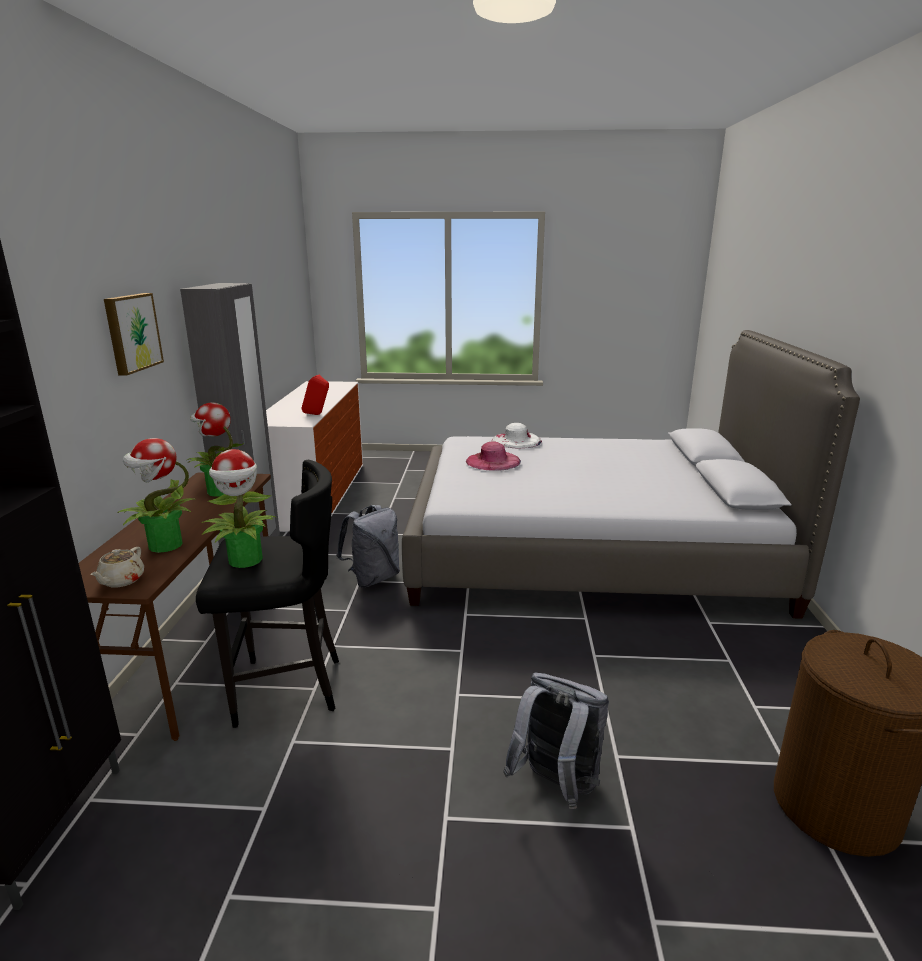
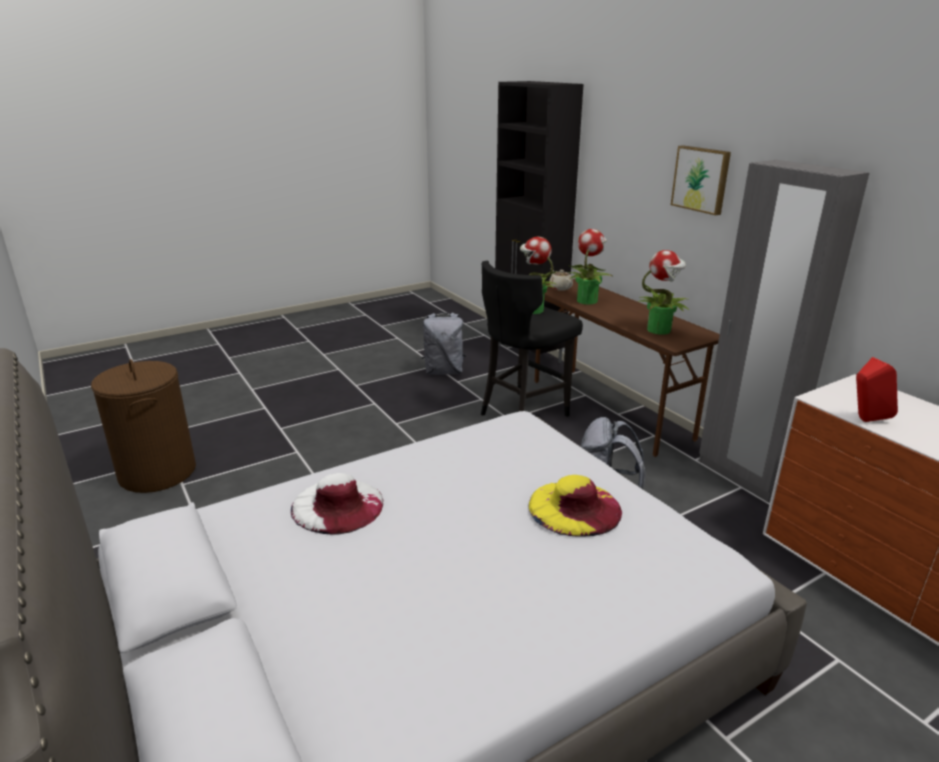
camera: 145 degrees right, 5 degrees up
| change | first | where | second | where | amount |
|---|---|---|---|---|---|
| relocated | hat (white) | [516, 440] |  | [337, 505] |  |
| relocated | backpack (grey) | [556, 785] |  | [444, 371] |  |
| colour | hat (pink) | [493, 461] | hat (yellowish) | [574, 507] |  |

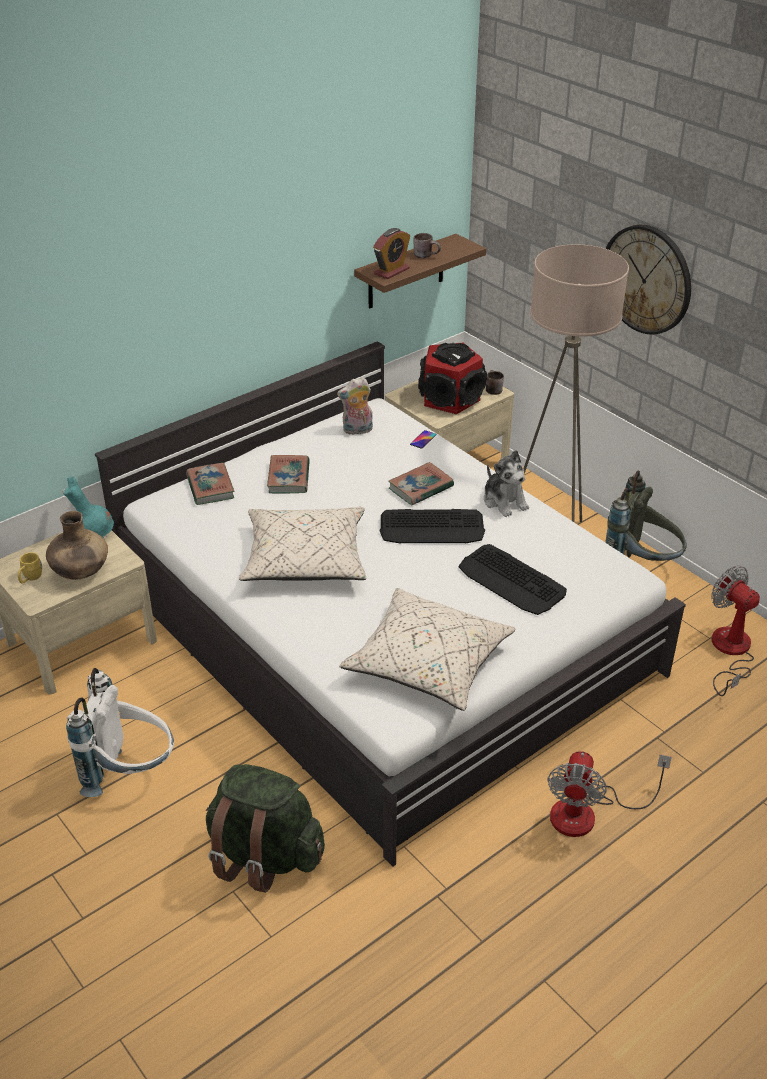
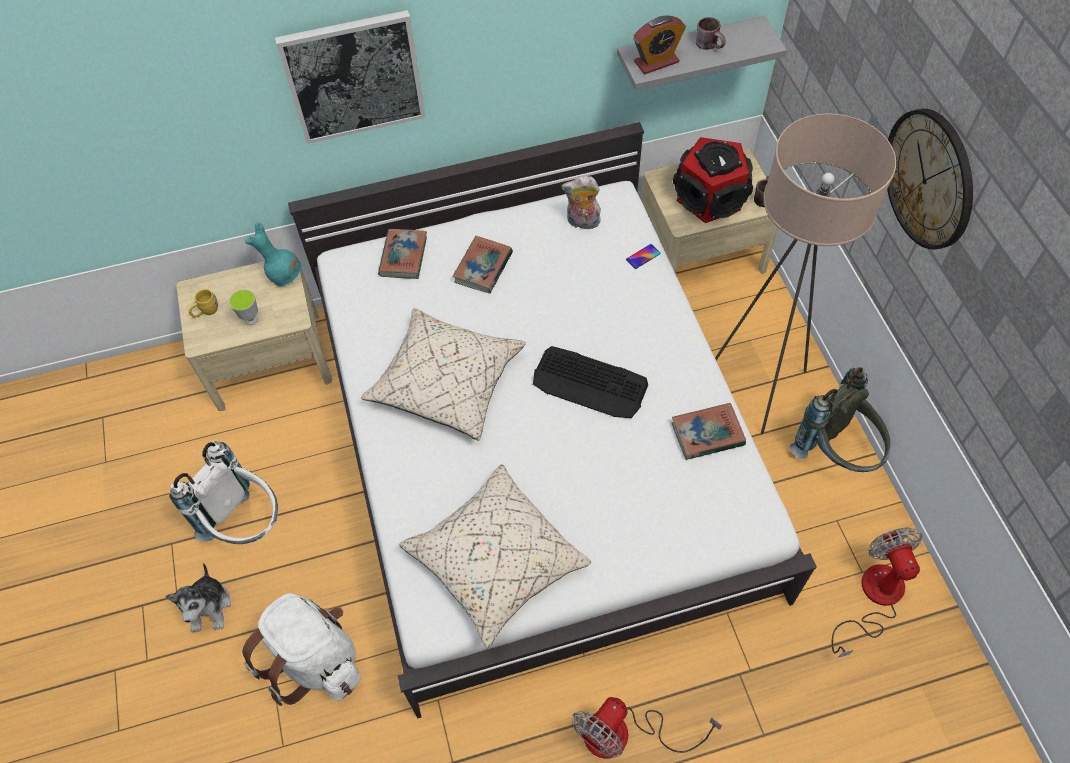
camera: 25 degrees right, 20 degrees up
| change | first | where | second | where | amount |
|---|---|---|---|---|---|
| missing | PC keyboard | [511, 581] |  |  |  |
| appeared |  |  | picture | [354, 76] |  |
| relocated | volume | [420, 487] |  | [707, 434] |  |
| relocated | soft toy | [504, 501] |  | [209, 607] |  |
| exchanged | decorative vase (brown-coloured) | [81, 572] | small cup | [251, 319] |  |
| colour | backpack (green) | [264, 856] | backpack (white) | [315, 659] |  |
| colour | bracket shelf (brown-coloured) | [406, 272] | bracket shelf (grey) | [688, 53] |  |

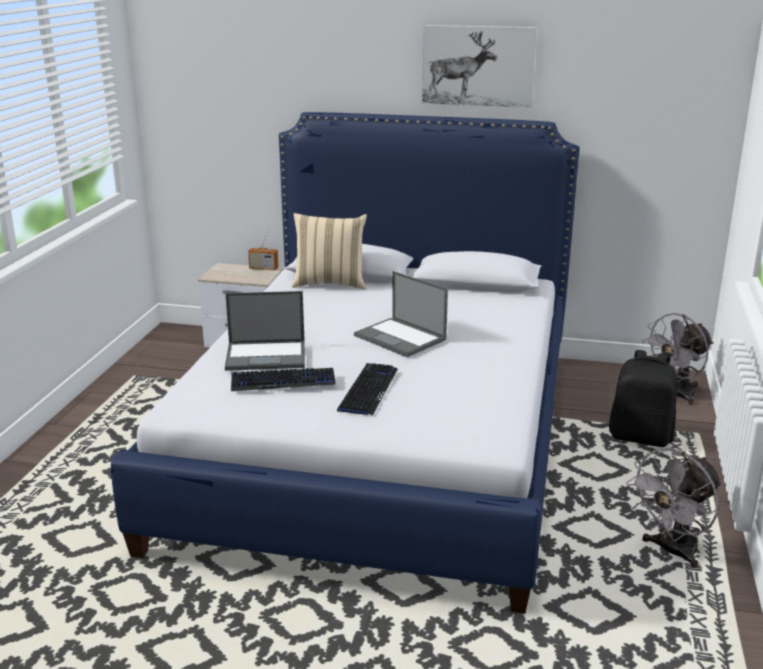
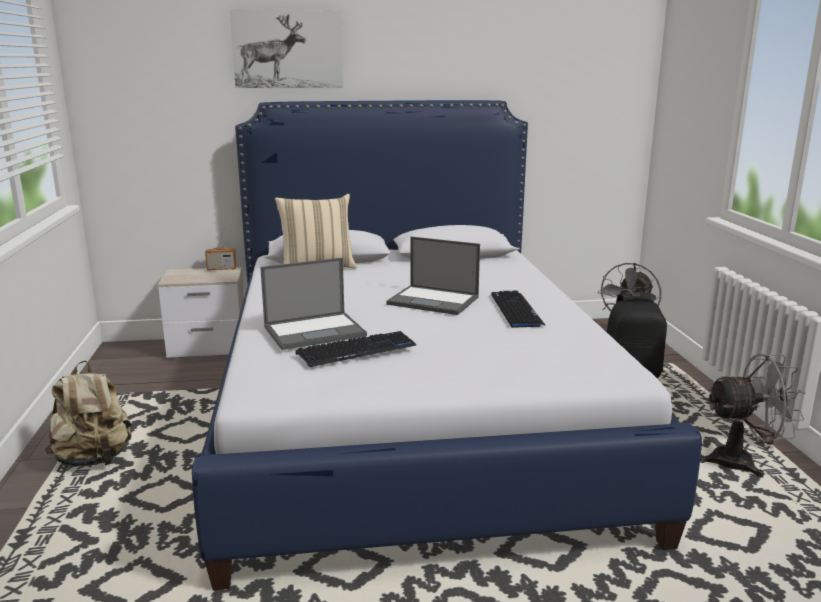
camera: 20 degrees left, 5 degrees down
| change | first | where | second | where | amount |
|---|---|---|---|---|---|
| appeared |  |  | backpack (beige) | [94, 459] |  |
| relocated | PC keyboard | [368, 390] |  | [516, 310] |  |
| relocated | picture | [478, 65] |  | [288, 49] |  |
| spun | electric fan (grey) | [671, 551] |  | [743, 462] | 120 degrees counterclockwise |

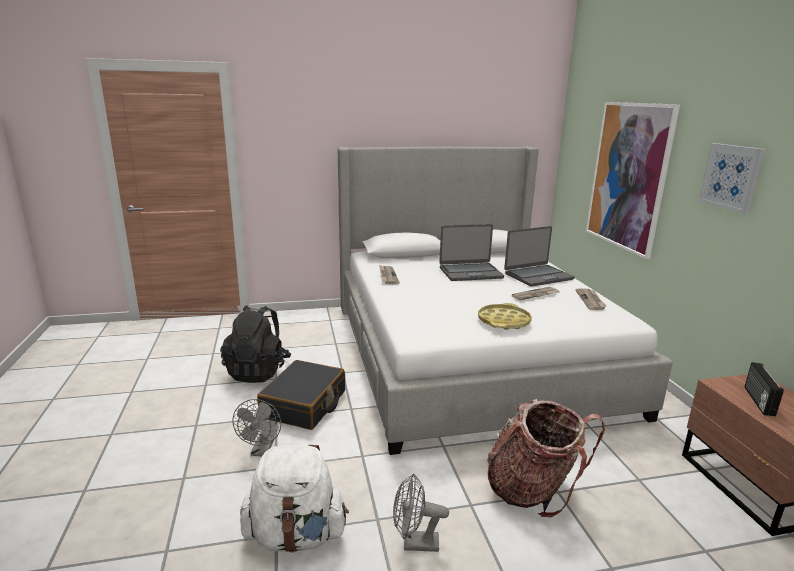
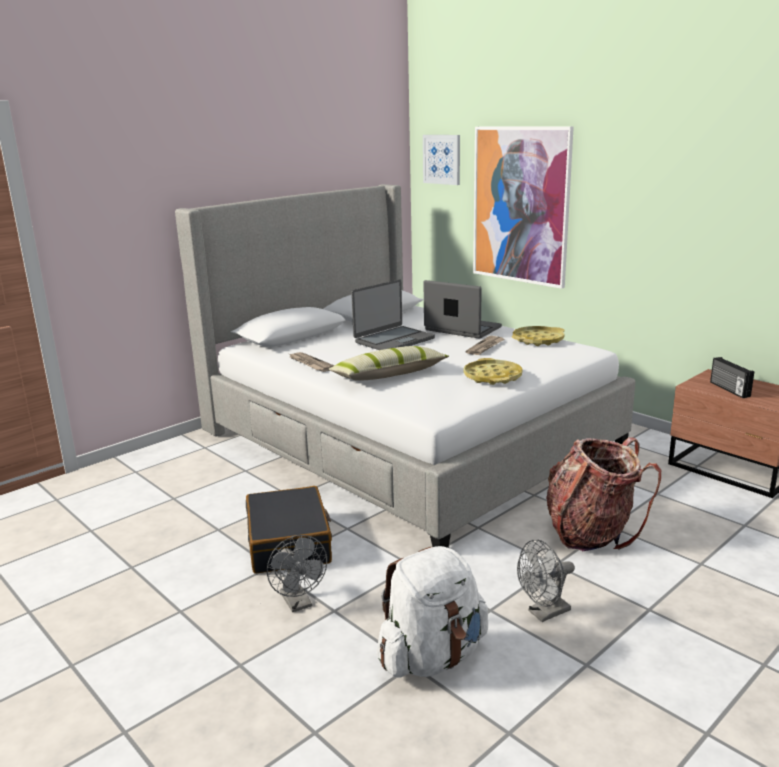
camera: 30 degrees left, 0 degrees up
| change | first | where | second | where | amount |
|---|---|---|---|---|---|
| missing | backpack (black) | [258, 371] |  |  |  |
| appeared |  |  | pillow | [388, 375] |  |
| relocated | picture | [731, 177] |  | [442, 159] |  |
| exchanged | printed paper | [591, 300] | tray (yellowish) | [538, 340] |  |
| spun | portable computer | [538, 276] |  | [462, 329] | 90 degrees counterclockwise |

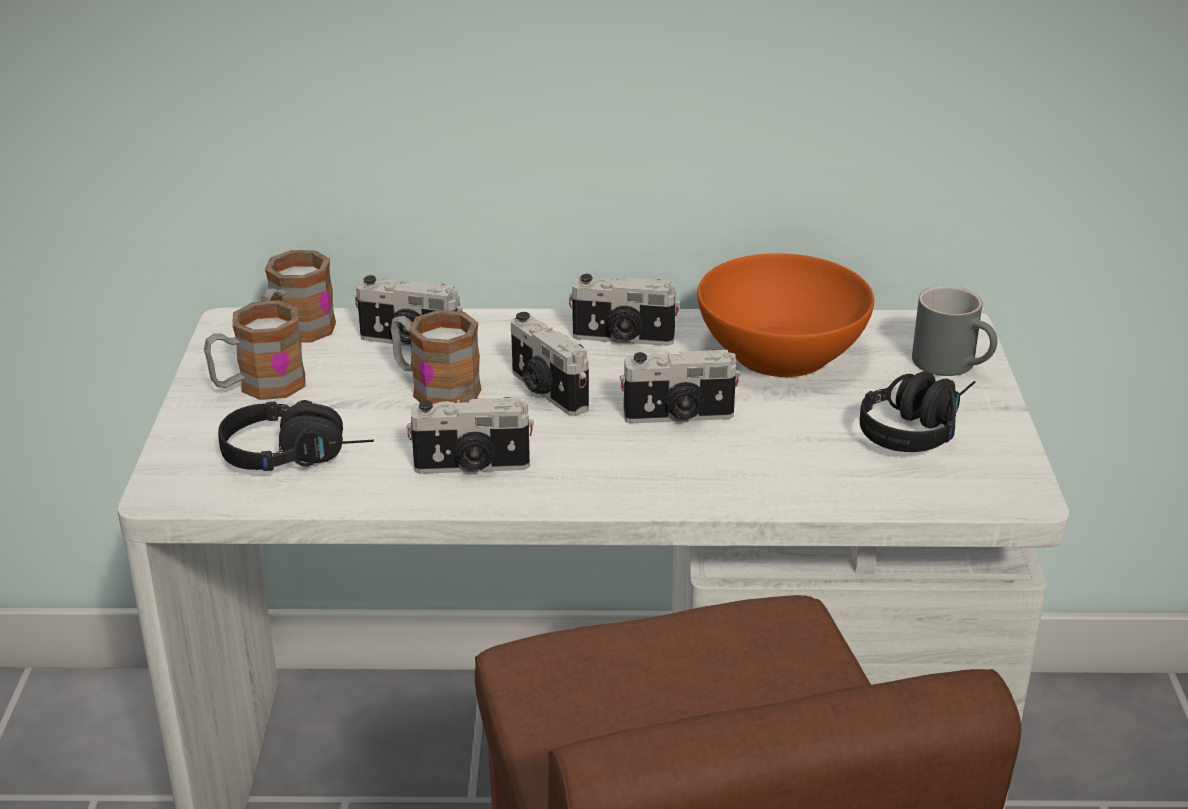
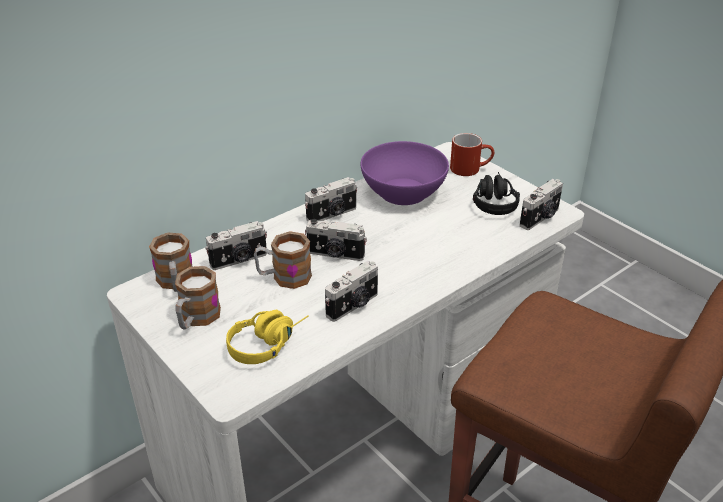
camera: 40 degrees left, 5 degrees up
| change | first | where | second | where | amount |
|---|---|---|---|---|---|
| relocated | still camera | [679, 417] |  | [540, 218] |  |
| colour | headset (black) | [299, 456] | headset (yellowish) | [268, 342] |  |
| colour | serving bowl (orange) | [780, 353] | serving bowl (purple) | [403, 192] |  |
| colour | coffee mug (grey) | [954, 365] | coffee mug (red-coloured) | [470, 168] |  |

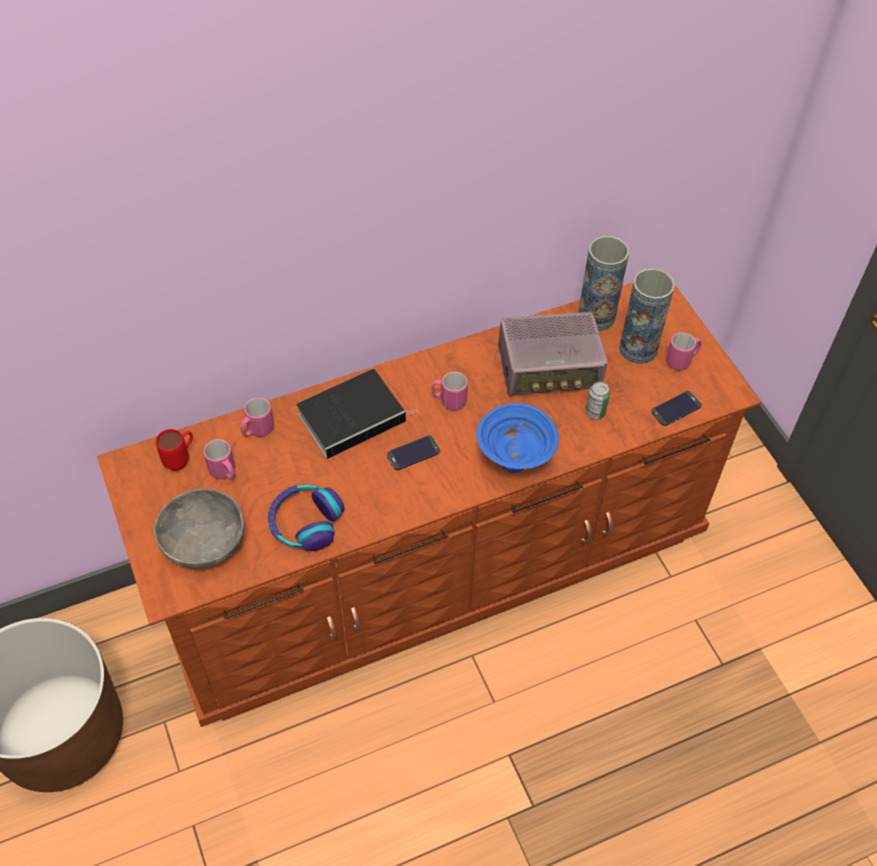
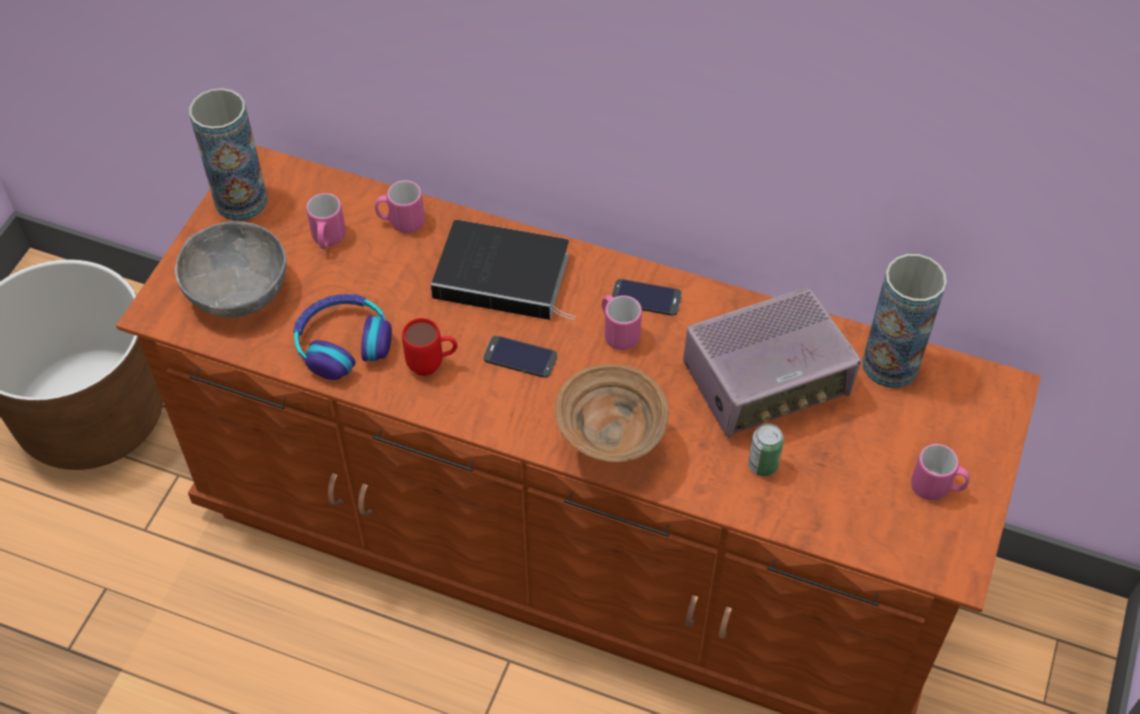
camera: 45 degrees right, 0 degrees up
| change | first | where | second | where | amount |
|---|---|---|---|---|---|
| relocated | coffee mug (red-coloured) | [181, 459] |  | [432, 365] |  |
| relocated | decorative vase | [638, 349] |  | [241, 200] |  |
| relocated | telephone | [676, 409] |  | [646, 298] |  |
| colour | serving bowl (blue) | [515, 463] | serving bowl (brown-coloured) | [611, 448] |  |
| spun | radio receiver | [550, 368] |  | [767, 381] | 60 degrees counterclockwise |

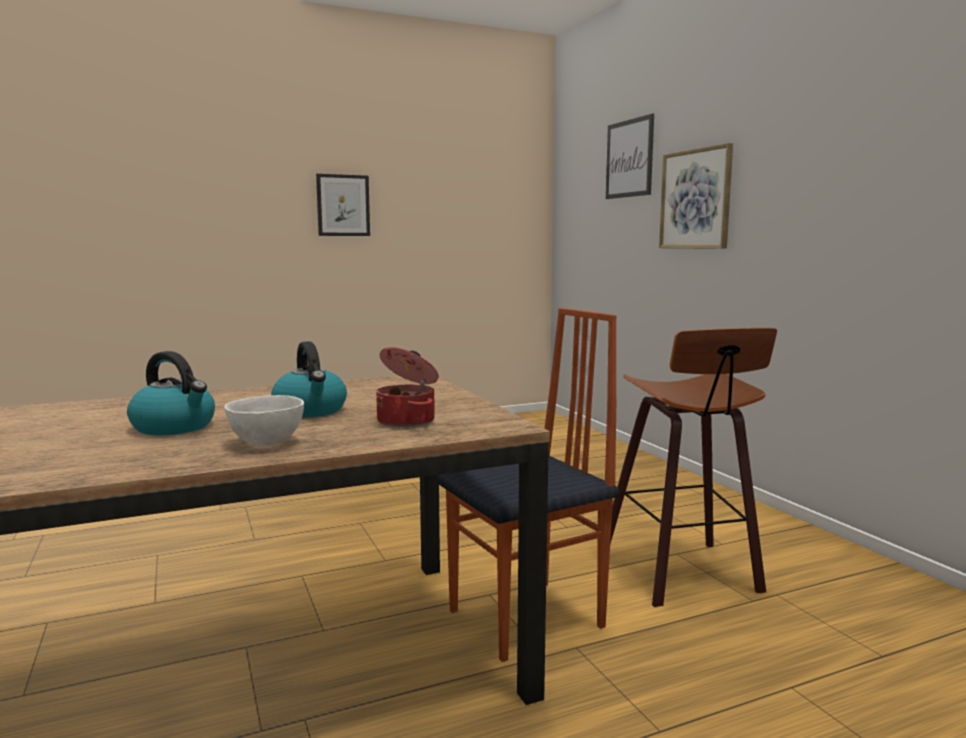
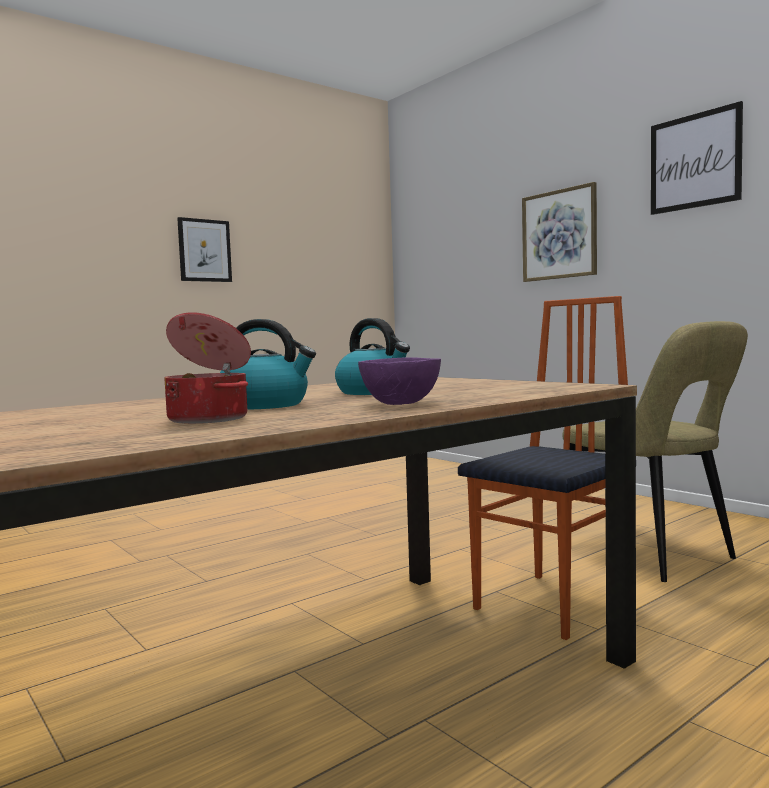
camera: 15 degrees left, 5 degrees down
| change | first | where | second | where | amount |
|---|---|---|---|---|---|
| relocated | stockpot | [407, 421] |  | [210, 419] |  |
| relocated | picture | [629, 158] |  | [694, 161] |  |
| exchanged | stool | [685, 575] | chair (beige) | [650, 554] |  |
| colour | serving bowl (white) | [267, 443] | serving bowl (purple) | [402, 404] |  |

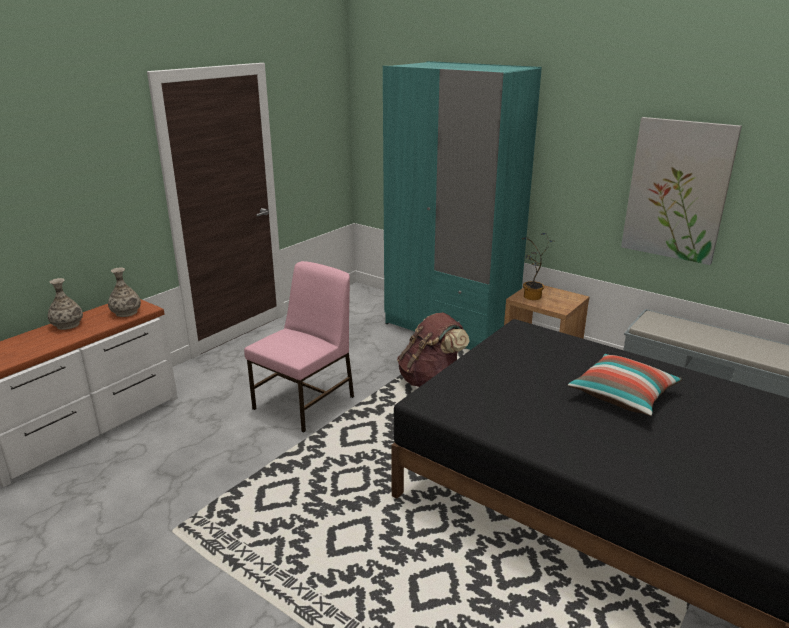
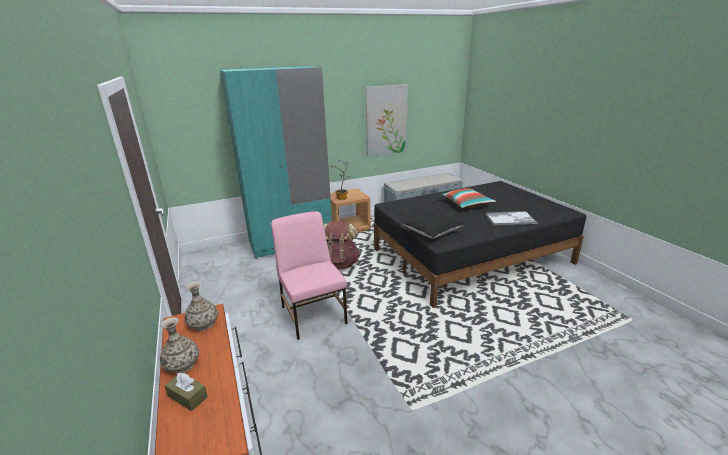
camera: 60 degrees left, 0 degrees up
| change | first | where | second | where | amount |
|---|---|---|---|---|---|
| appeared |  |  | tissue box (brown-coloured) | [188, 397] |  |
| appeared |  |  | pillow (black) | [431, 232] |  |
| appeared |  |  | tray | [510, 219] |  |

